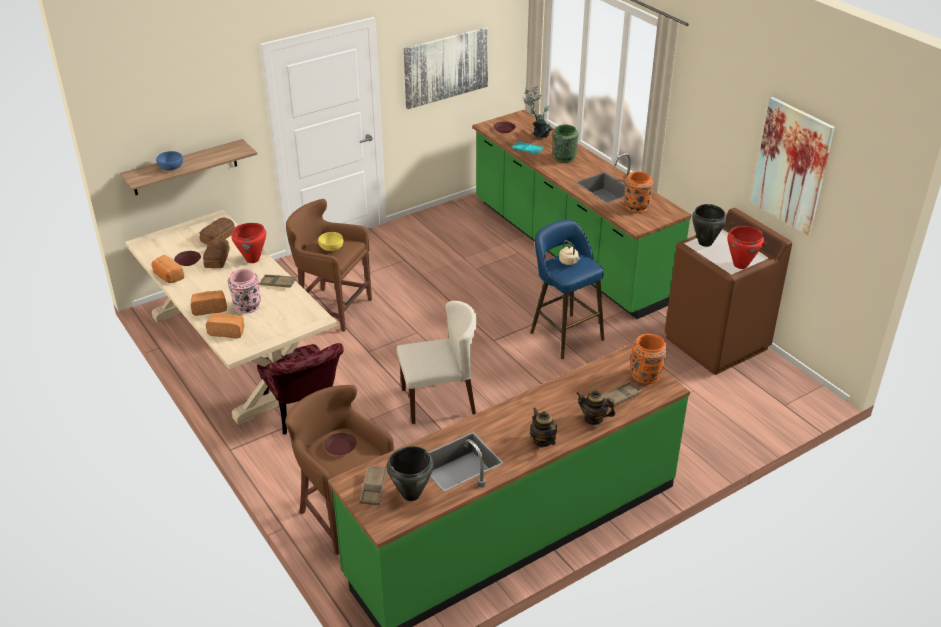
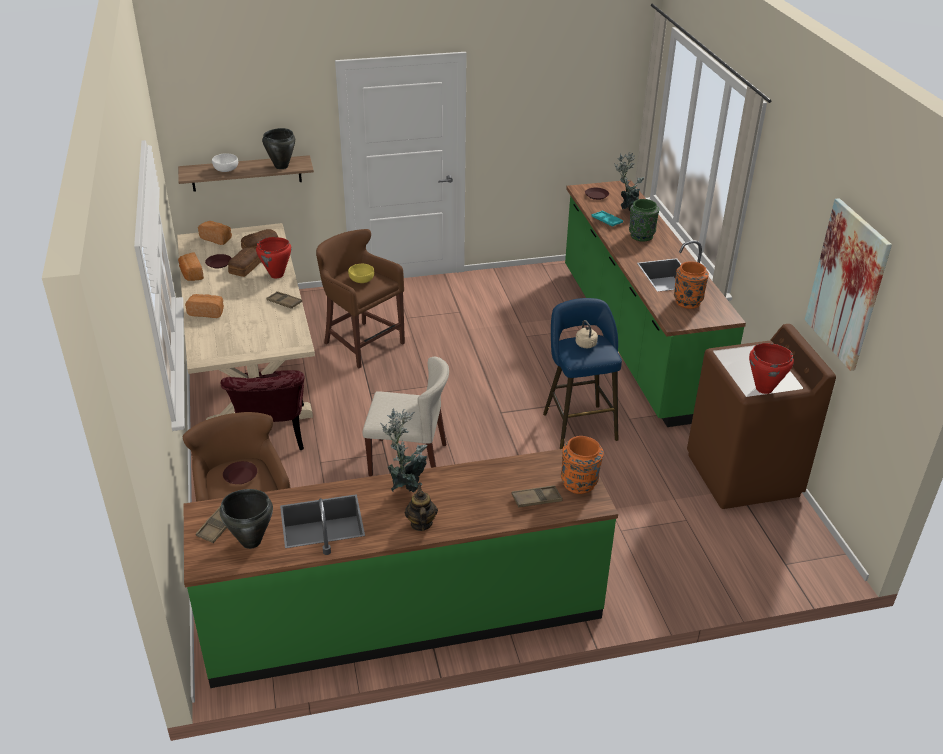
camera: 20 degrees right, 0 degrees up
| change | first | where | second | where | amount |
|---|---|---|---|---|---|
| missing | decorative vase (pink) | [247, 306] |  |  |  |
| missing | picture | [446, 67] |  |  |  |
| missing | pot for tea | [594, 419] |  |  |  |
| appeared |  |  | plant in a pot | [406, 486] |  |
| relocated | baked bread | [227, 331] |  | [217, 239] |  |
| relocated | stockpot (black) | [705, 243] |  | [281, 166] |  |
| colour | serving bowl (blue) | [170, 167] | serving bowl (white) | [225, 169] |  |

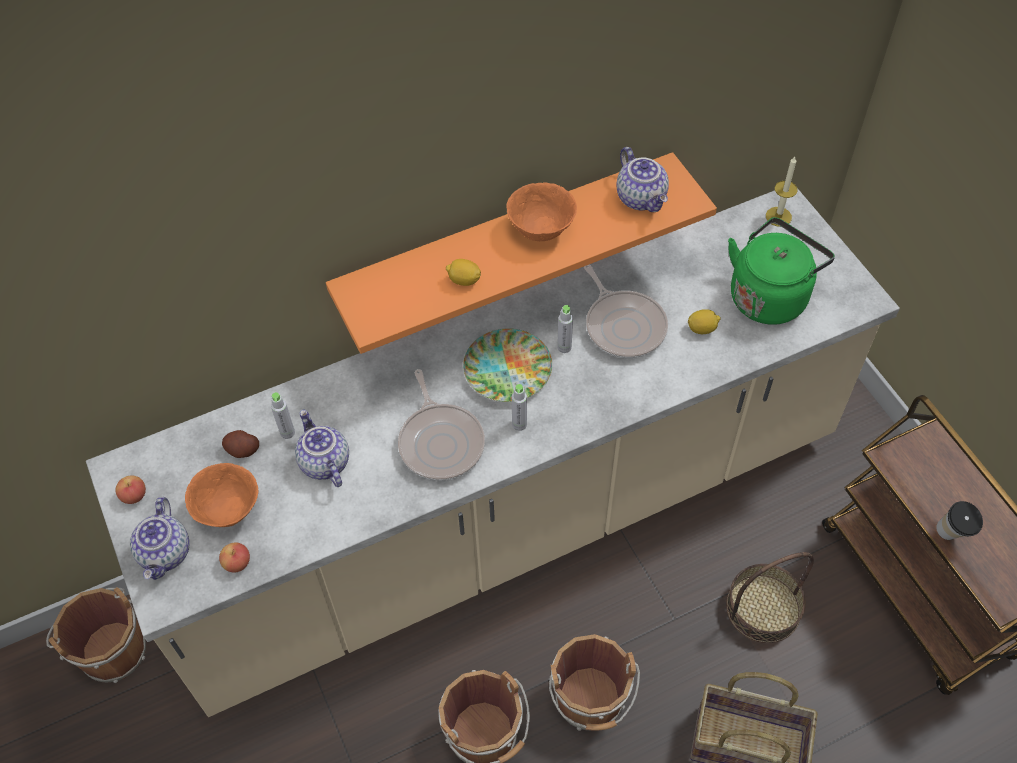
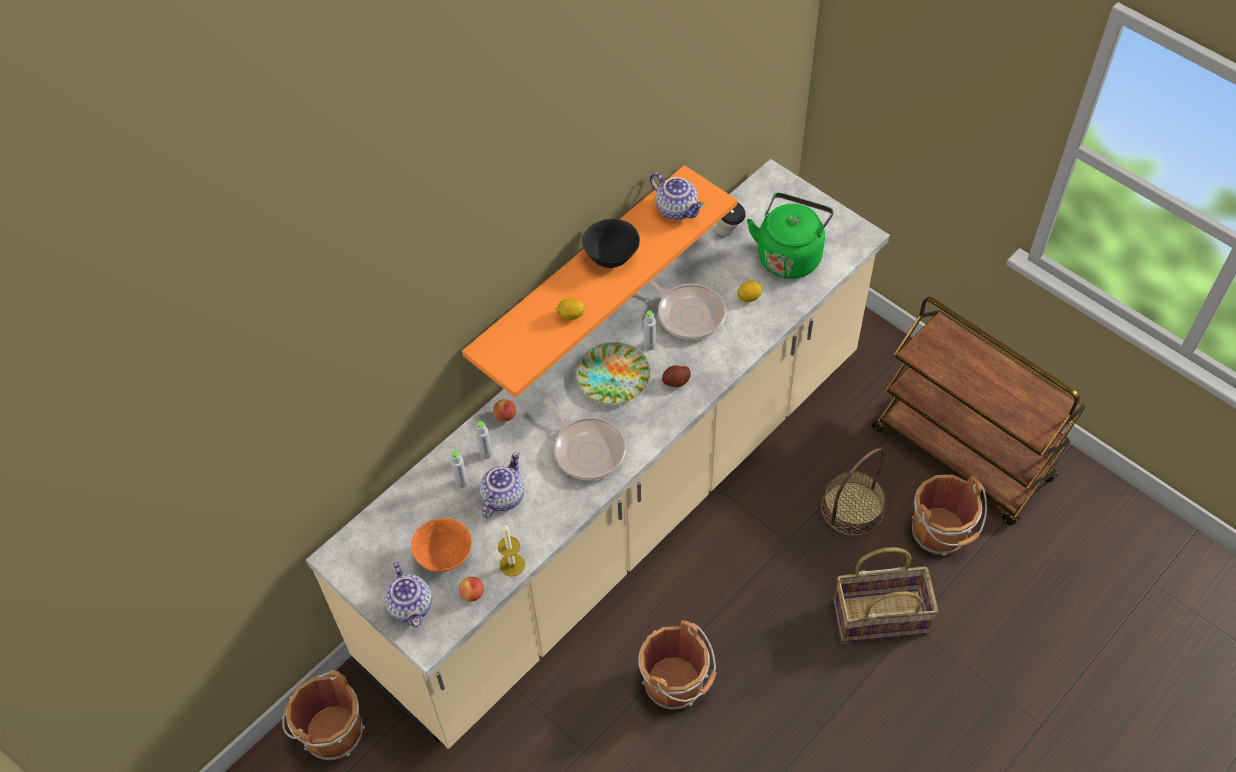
camera: 20 degrees left, 0 degrees up
| change | first | where | second | where | amount |
|---|---|---|---|---|---|
| relocated | apple fruit | [134, 496] |  | [505, 415] |  |
| relocated | potato | [242, 450] |  | [676, 381] |  |
| relocated | drink bottle (grey) | [519, 424] |  | [486, 454] |  |
| relocated | water bucket (brown-coloured) | [590, 702] |  | [941, 533] |  |
| relocated | wax light | [778, 216] |  | [512, 564] |  |
| relocated | small cup | [952, 536] |  | [729, 232] |  |
| colour | serving bowl (orange) | [541, 230] | serving bowl (black) | [612, 258] |  |
| spun | pot for tea | [323, 463] |  | [502, 496] | 75 degrees clockwise |

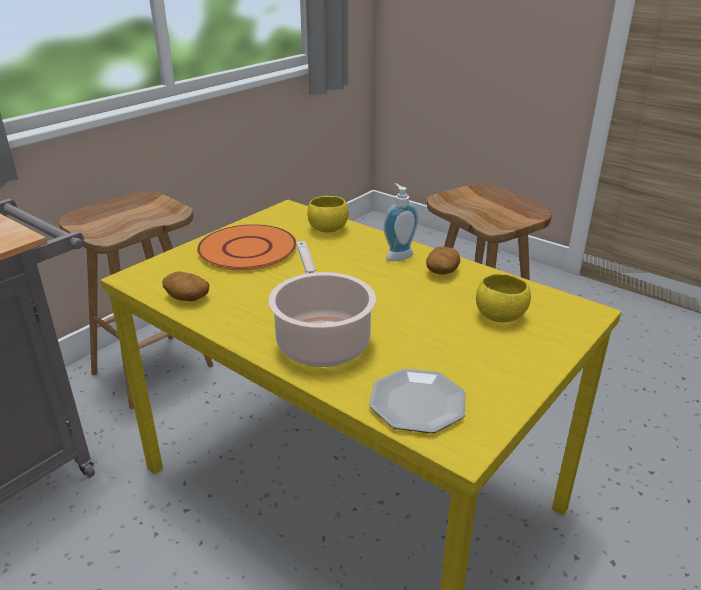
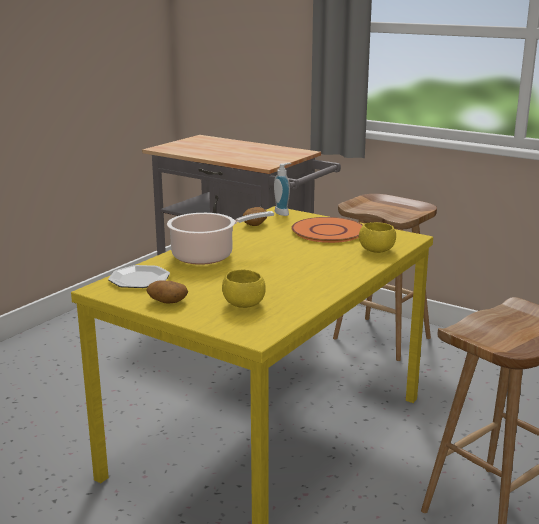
camera: 85 degrees right, 10 degrees down
| change | first | where | second | where | amount |
|---|---|---|---|---|---|
| relocated | soap dispenser | [397, 255] |  | [283, 213] |  |
| relocated | potato | [442, 271] |  | [167, 301] |  |

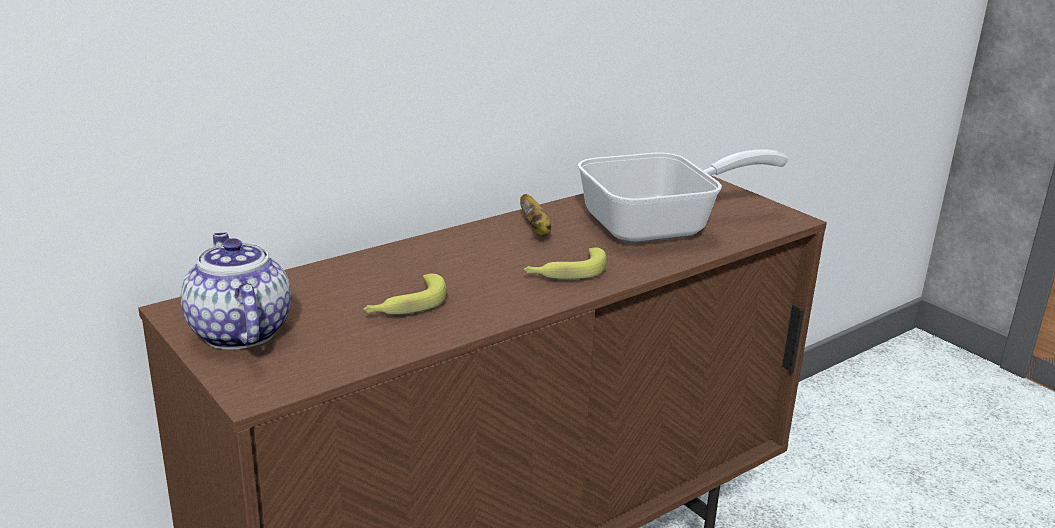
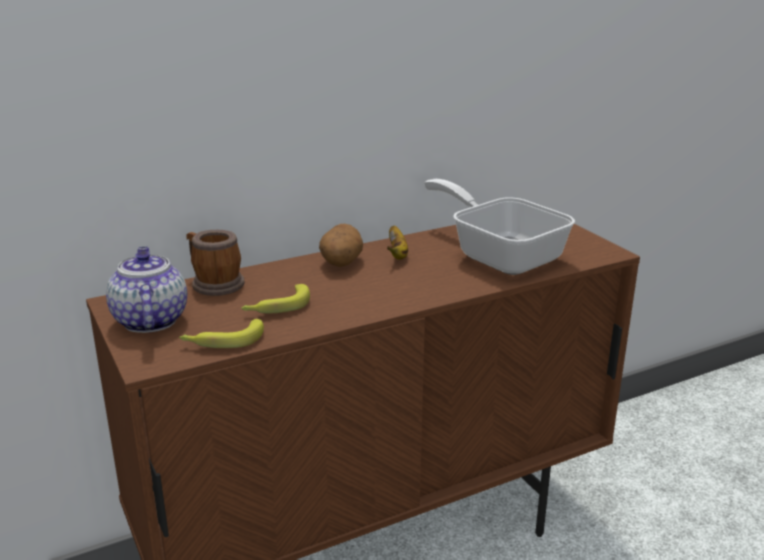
camera: 10 degrees right, 0 degrees up
| change | first | where | second | where | amount |
|---|---|---|---|---|---|
| appeared |  |  | coffee mug | [213, 283] |  |
| appeared |  |  | potato | [341, 263] |  |
| relocated | banana | [565, 272] |  | [223, 341] |  |
| spun | skillet | [662, 226] |  | [500, 254] | 120 degrees counterclockwise |

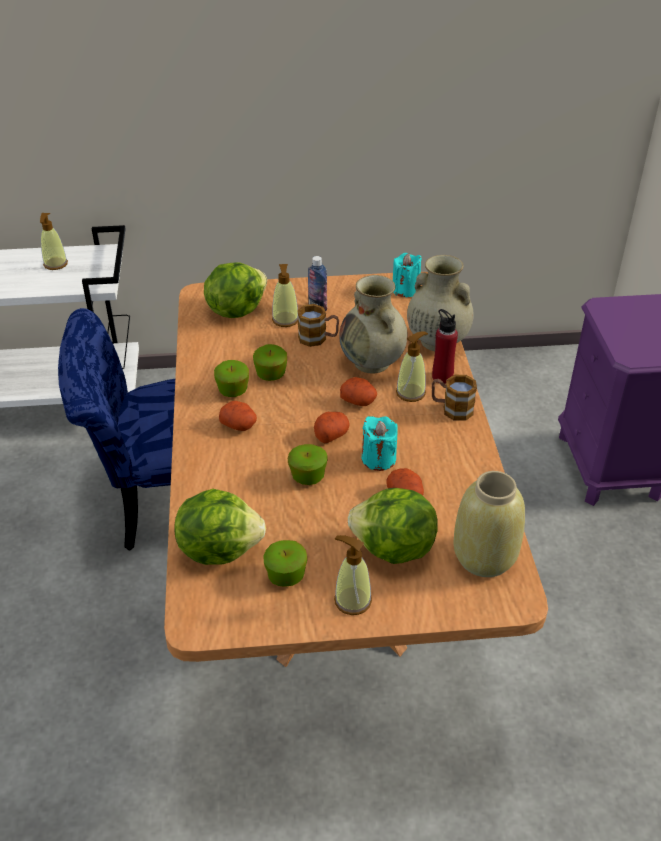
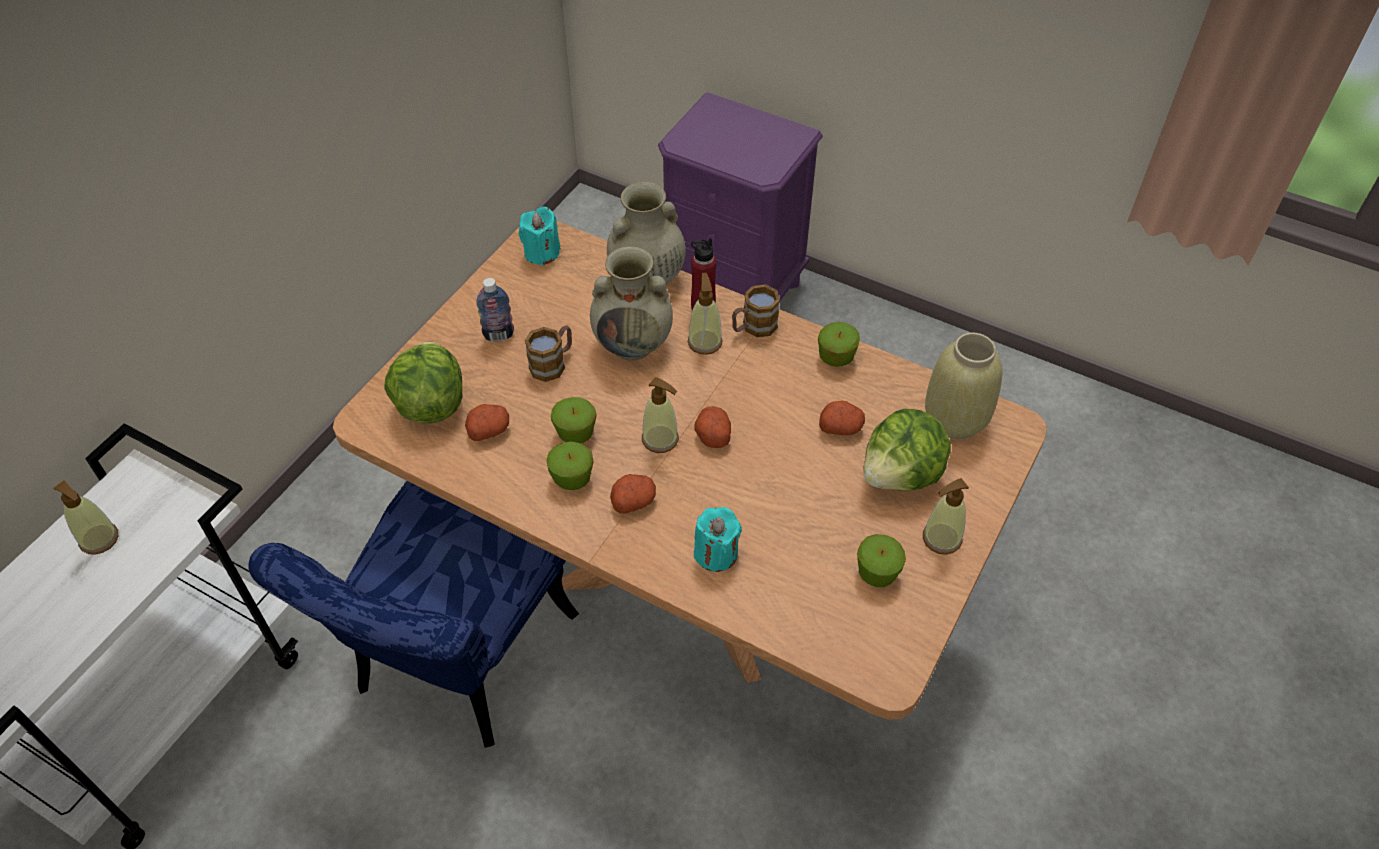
camera: 55 degrees left, 10 degrees up
| change | first | where | second | where | amount |
|---|---|---|---|---|---|
| missing | head of lettuce | [219, 548] |  |  |  |
| relocated | soap dispenser | [285, 320] |  | [660, 439] |  |
| relocated | apple fruit | [308, 477] |  | [836, 357] |  |
| relocated | potato | [359, 401] |  | [489, 430] |  |
| relocated | wax light (turquoise) | [378, 459] |  | [716, 553] |  |

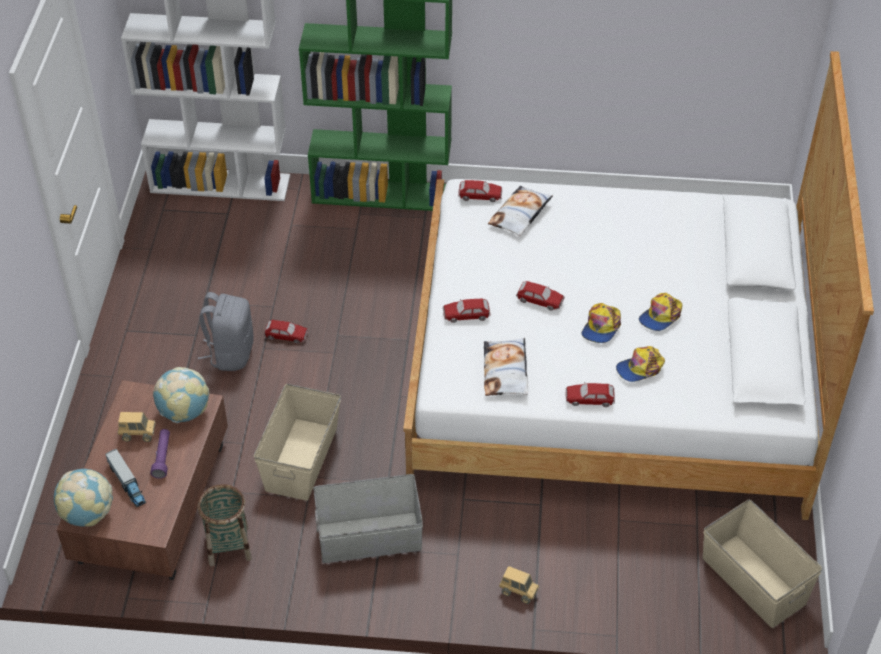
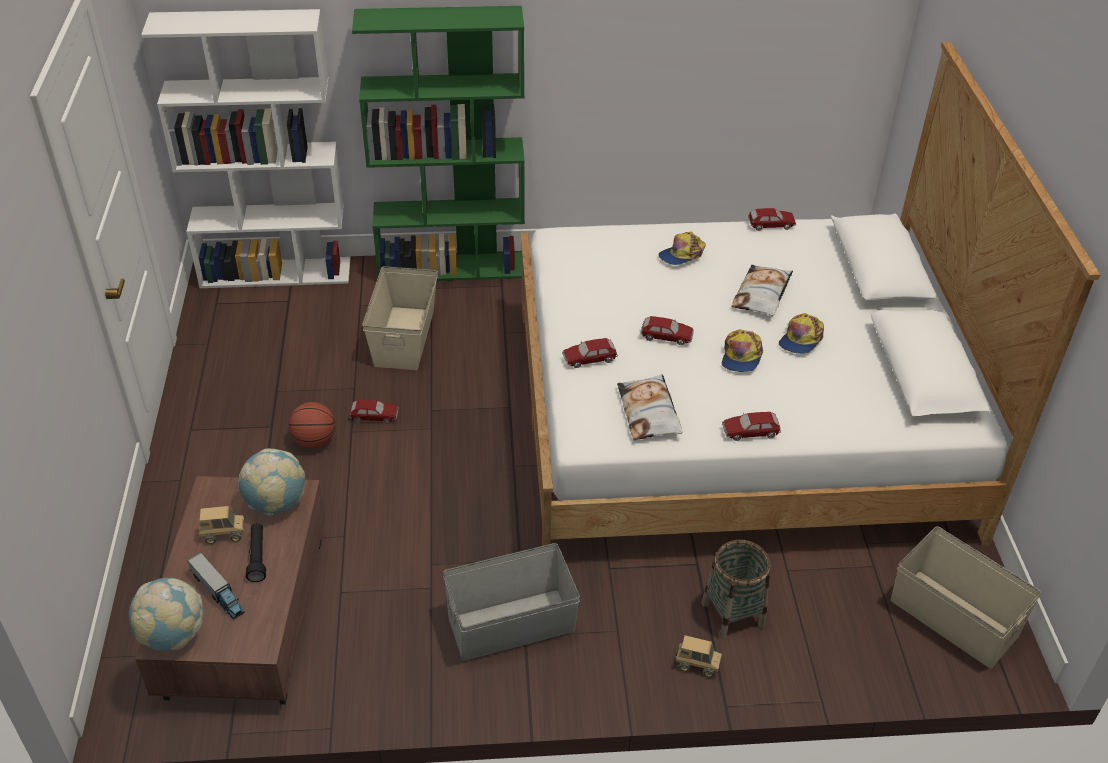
camera: 10 degrees left, 5 degrees down
| change | first | where | second | where | amount |
|---|---|---|---|---|---|
| relocated | storage basket | [228, 546] |  | [732, 614] |  |
| relocated | storage bin (beige) | [300, 459] |  | [403, 338] |  |
| relocated | model car | [480, 195] |  | [771, 224] |  |
| relocated | pillow | [520, 215] |  | [762, 295] |  |
| relocated | peaked cap | [640, 368] |  | [682, 254] |  |
| exchanged | backpack (grey) | [230, 353] | basketball | [314, 441] |  |
| colour | torch (purple) | [162, 457] | torch (black) | [257, 557] |  |

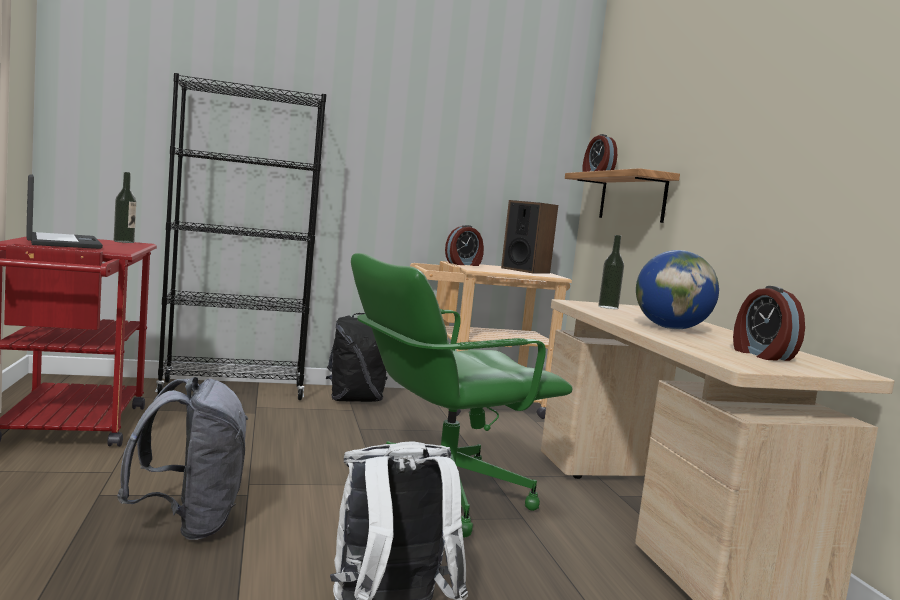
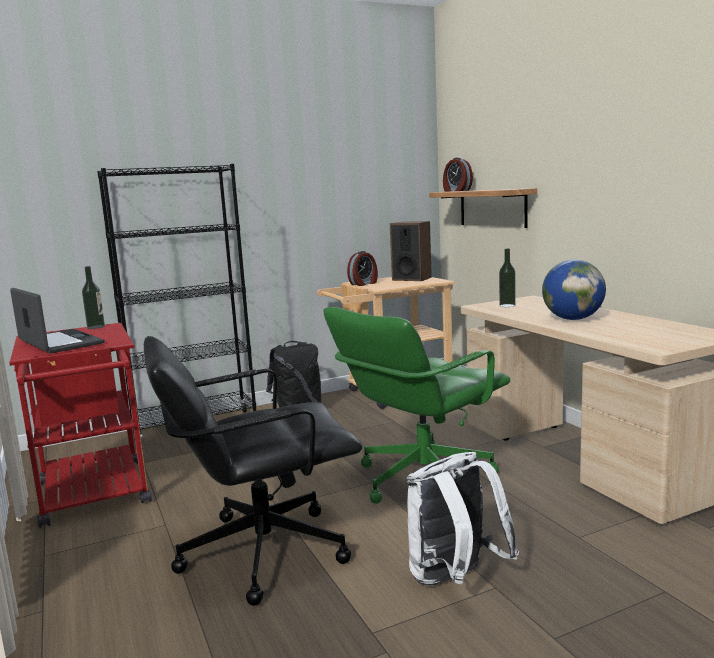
camera: 10 degrees left, 5 degrees up
| change | first | where | second | where | amount |
|---|---|---|---|---|---|
| missing | table clock | [761, 355] |  |  |  |
| exchanged | backpack (grey) | [188, 524] | office chair (black) | [261, 551] |  |

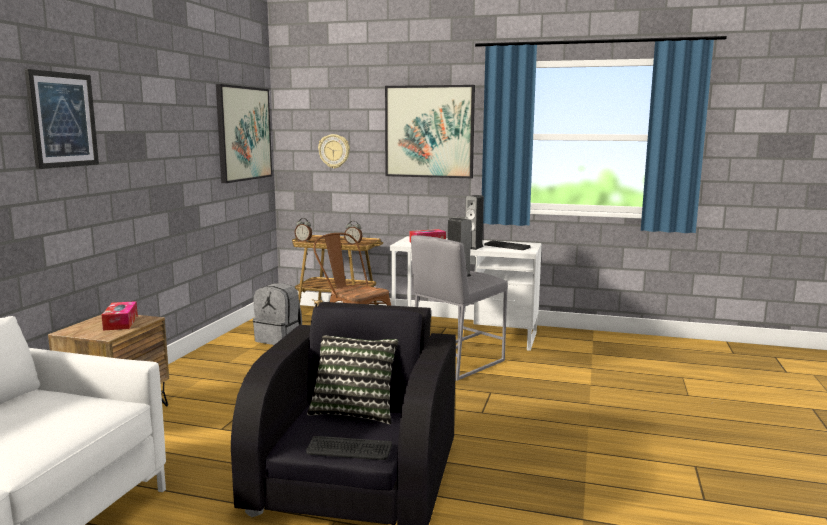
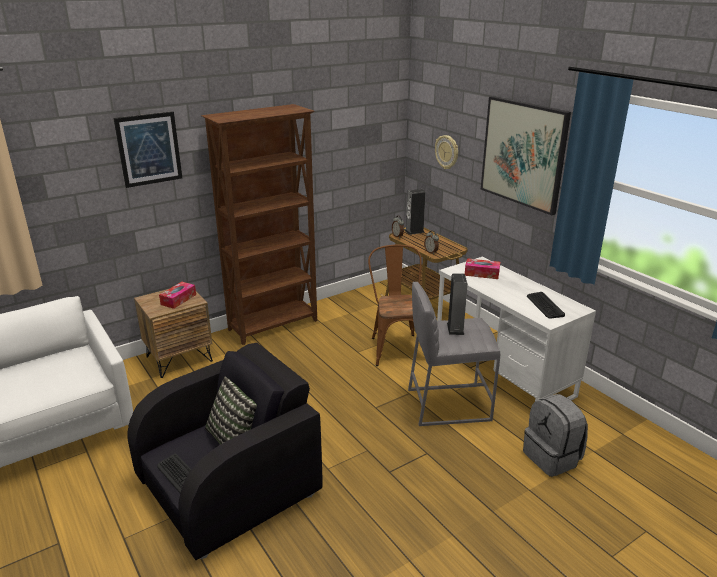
camera: 40 degrees right, 15 degrees up
| change | first | where | second | where | amount |
|---|---|---|---|---|---|
| missing | picture | [243, 133] |  |  |  |
| appeared |  |  | bookcase (brown-coloured) | [274, 325] |  |
| relocated | backpack (grey) | [279, 339] |  | [552, 458] |  |
| relocated | loudspeaker | [473, 247] |  | [414, 231] |  |

